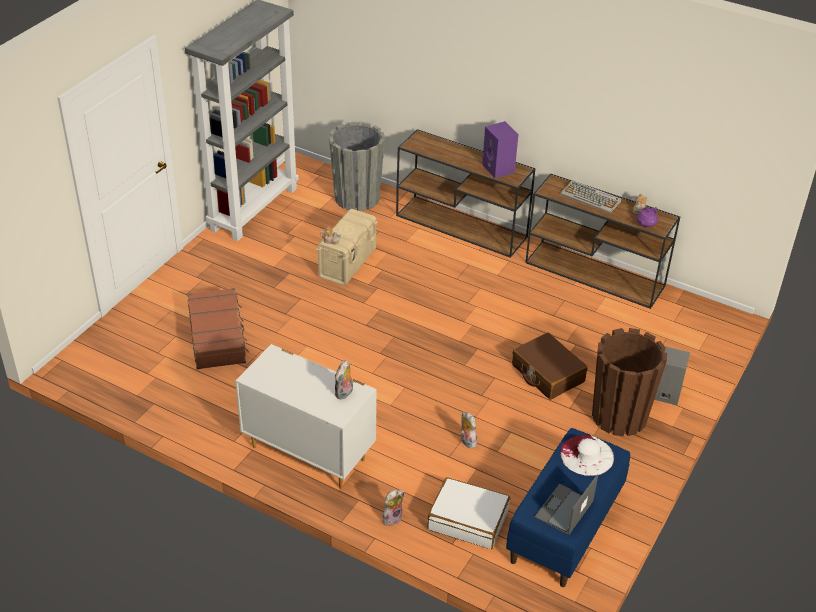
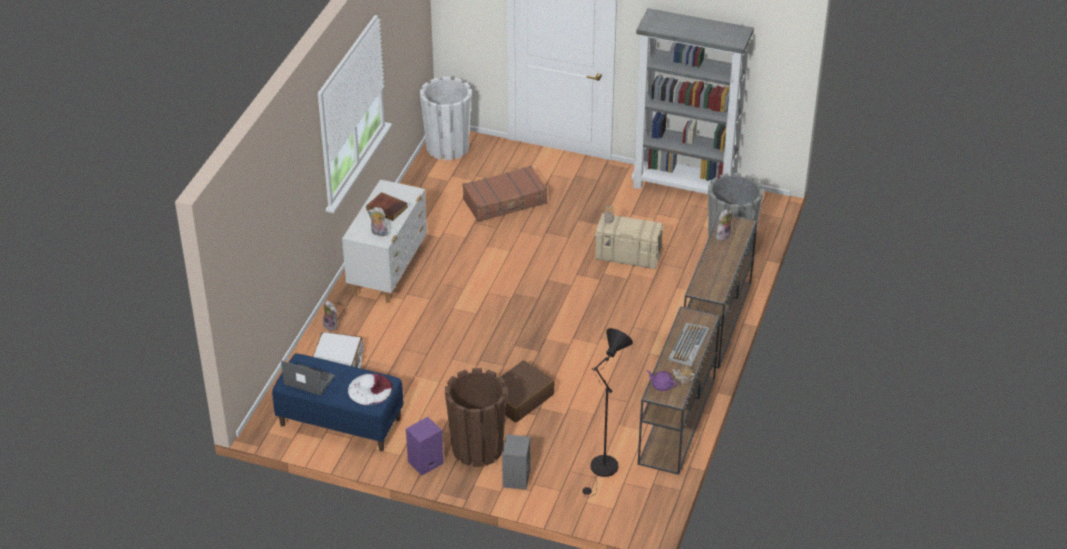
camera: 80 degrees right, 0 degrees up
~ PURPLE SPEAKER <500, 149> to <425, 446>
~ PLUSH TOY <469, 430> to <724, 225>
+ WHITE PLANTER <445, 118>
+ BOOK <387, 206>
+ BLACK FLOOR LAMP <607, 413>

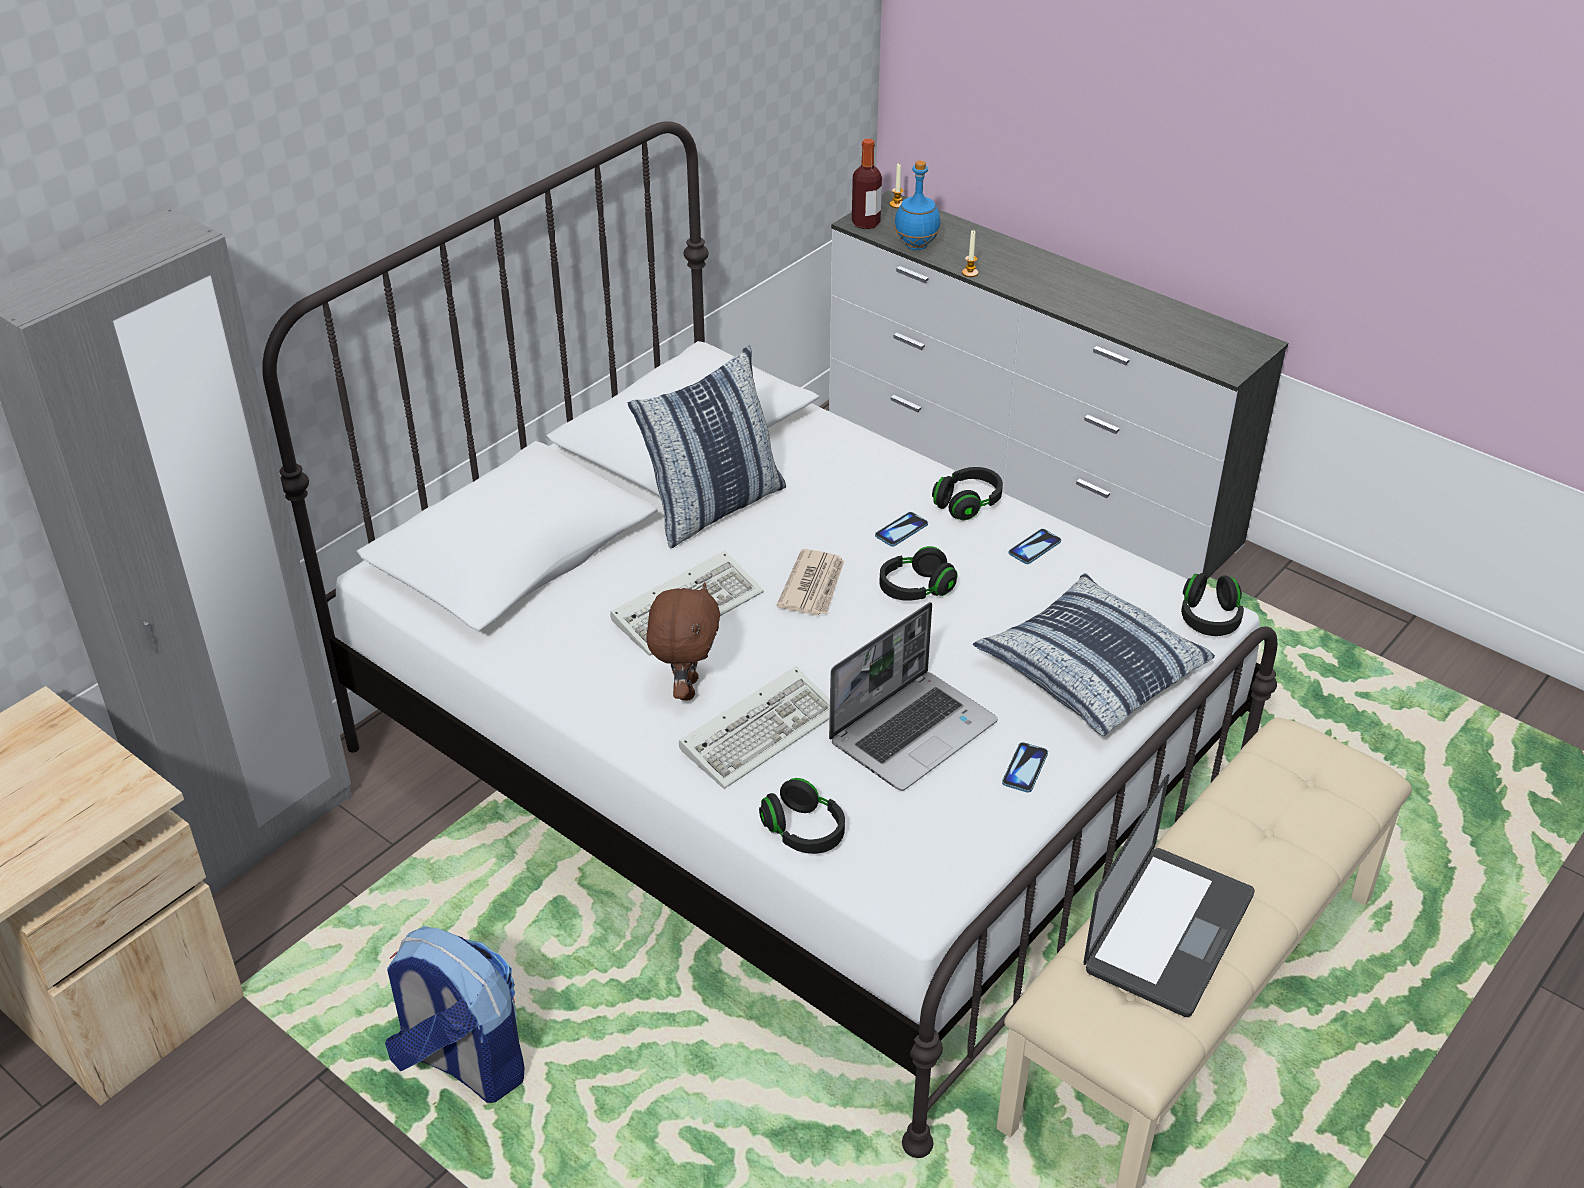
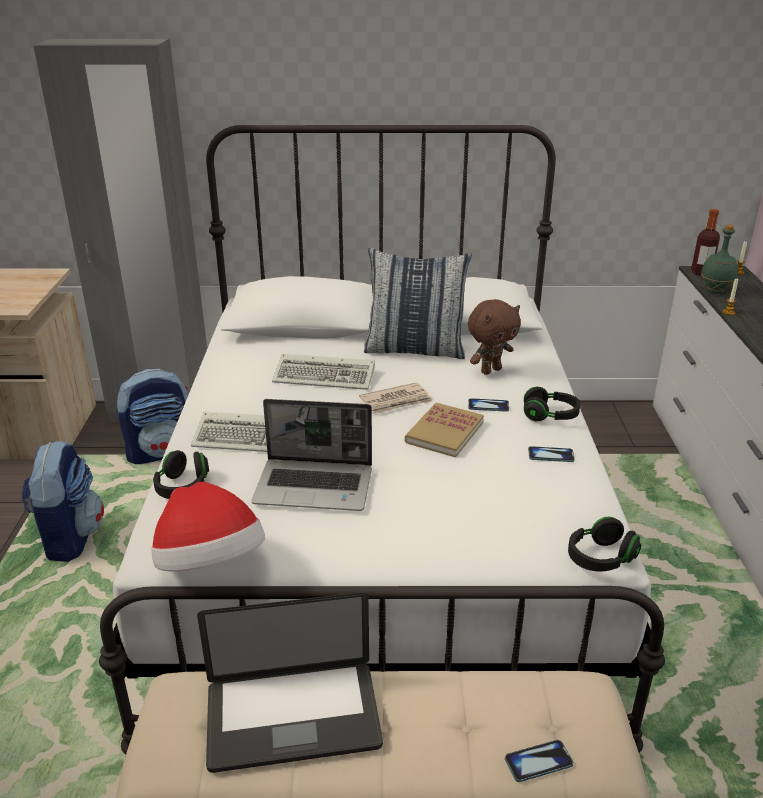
camera: 50 degrees right, 10 degrees down
~ BLUE BOTTLE <917, 205> to GREEN BOTTLE <719, 259>
~ BLACK HEADPHONES <918, 573> to BOOK <444, 430>
- PILLOW <1094, 654>
~ BROWN PLUSH TOY <683, 641> to <494, 337>
~ PHONE <1025, 767> to <539, 761>
+ BACKPACK <152, 416>
+ HAT <208, 527>

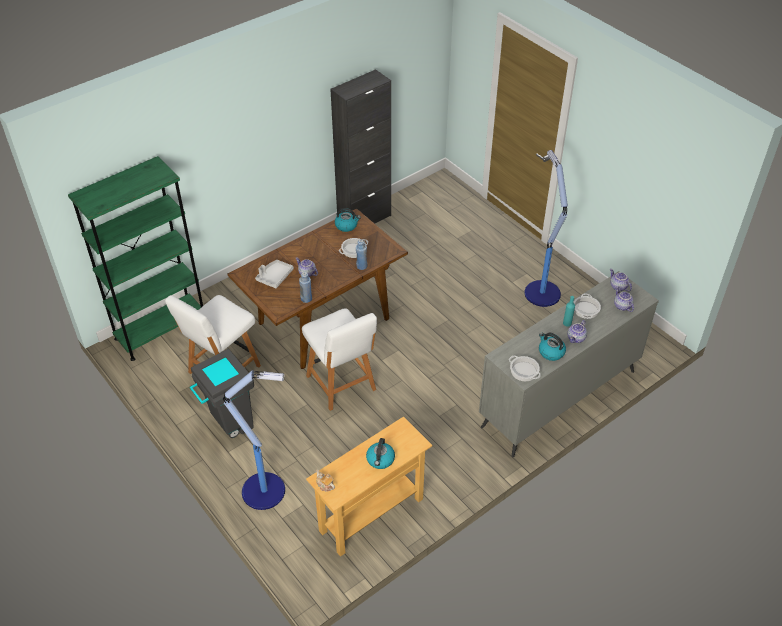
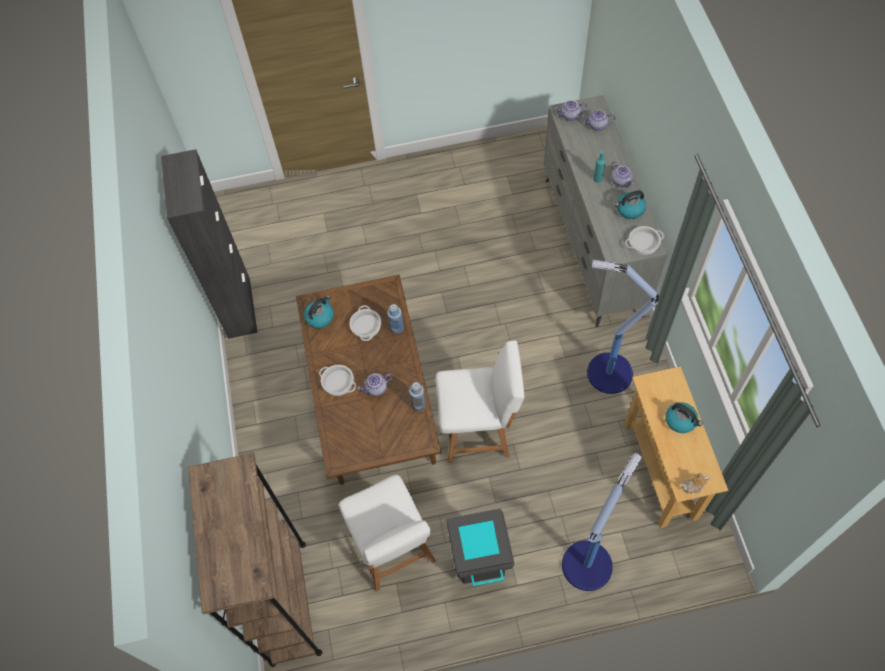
camera: 60 degrees left, 15 degrees up
~ FLOOR LAMP <546, 228> to <623, 327>
~ GREEN BOOKCASE <135, 258> to BROWN BOOKCASE <255, 560>
- GREY TRAY <274, 274>
~ COOKING POT <587, 306> to <337, 380>

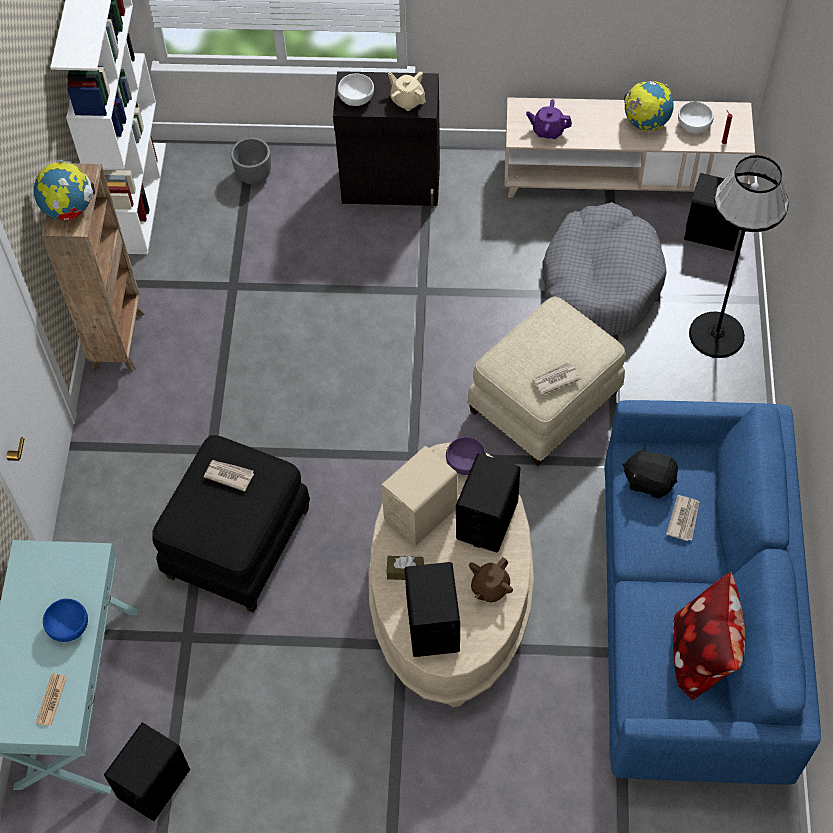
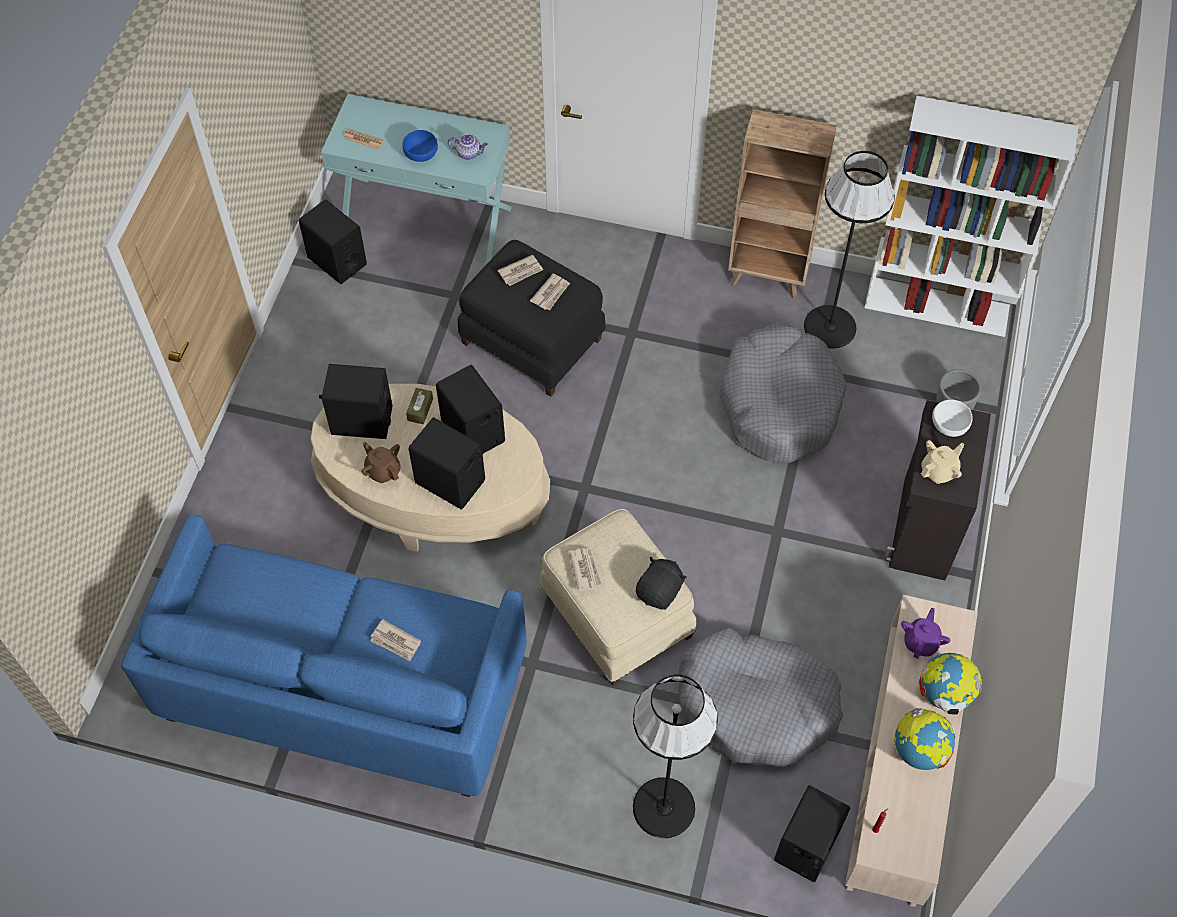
camera: 100 degrees right, 0 degrees up
- WHITE BOWL <696, 117>
~ GLOBE <64, 190> to <950, 684>
- PURPLE BOWL <466, 456>
~ BLACK PLUSH TOY <650, 471> to <661, 583>
~ BEIGE SPEAKER <419, 496> to BLACK SPEAKER <470, 409>
- PILLOW <709, 636>
+ TEAPOT <468, 147>
+ BLACK FLOOR LAMP <849, 250>
+ NEWSPAPER <520, 270>
+ GREY DOG BED <783, 393>

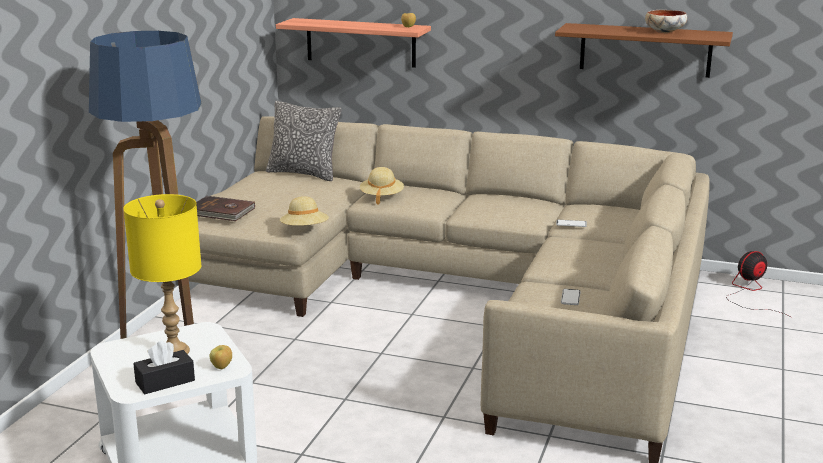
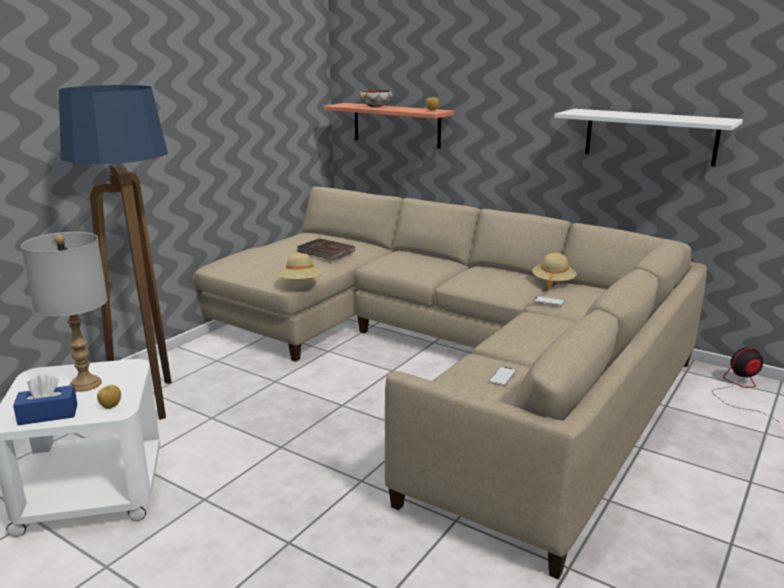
camera: 15 degrees right, 0 degrees up
~ BOWL <666, 21> to <375, 99>
~ BROWN SHELF <644, 50> to WHITE SHELF <648, 137>
- PILLOW <303, 141>
~ BEIGE HAT <382, 186> to <554, 271>
~ YELLOW TABLE LAMP <162, 274> to GREY TABLE LAMP <64, 312>
~ BROWN BOOK <225, 208> to <326, 249>
~ BLACK TISSUE BOX <164, 367> to BLUE TISSUE BOX <45, 399>

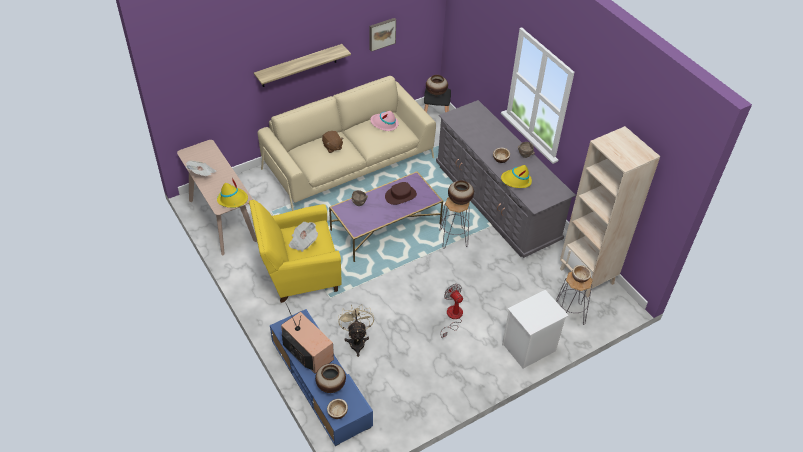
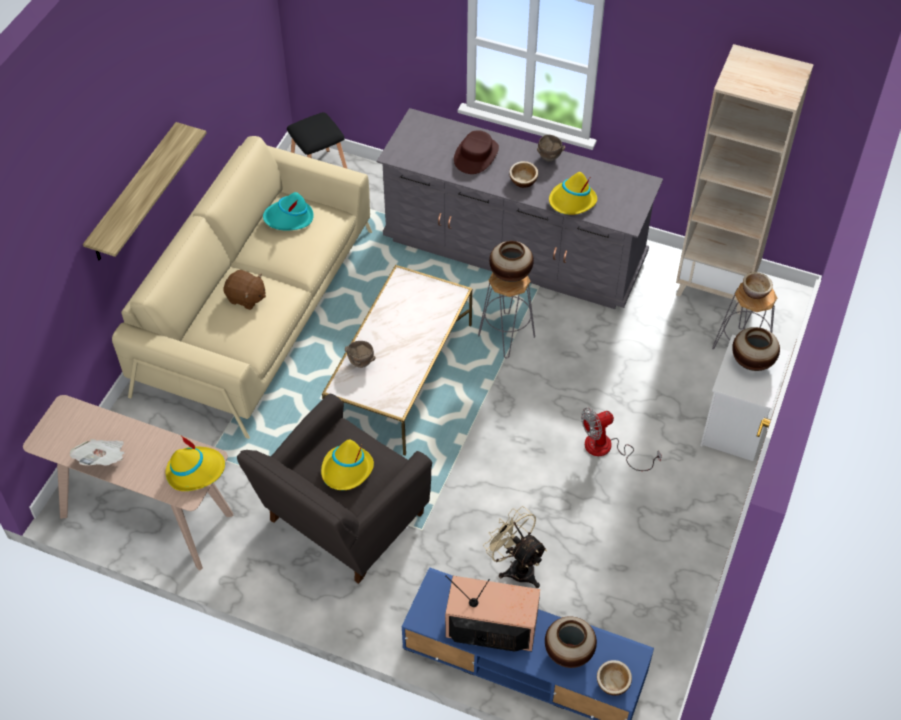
camera: 35 degrees left, 5 degrees up
- PICTURE <383, 35>
~ VASE <437, 85> to <756, 349>
~ PINK HAT <384, 121> to TURQUOISE HAT <288, 211>
~ PURPLE COFFEE TABLE <386, 216> to WHITE COFFEE TABLE <397, 360>
~ BROWN HAT <401, 193> to <476, 152>
~ YELLOW ARMCHAIR <295, 251> to GREY ARMCHAIR <334, 488>
~ NEWSPAPER <303, 237> to YELLOW HAT <347, 464>
~ FAN <452, 311> = <621, 439> 45 degrees counterclockwise

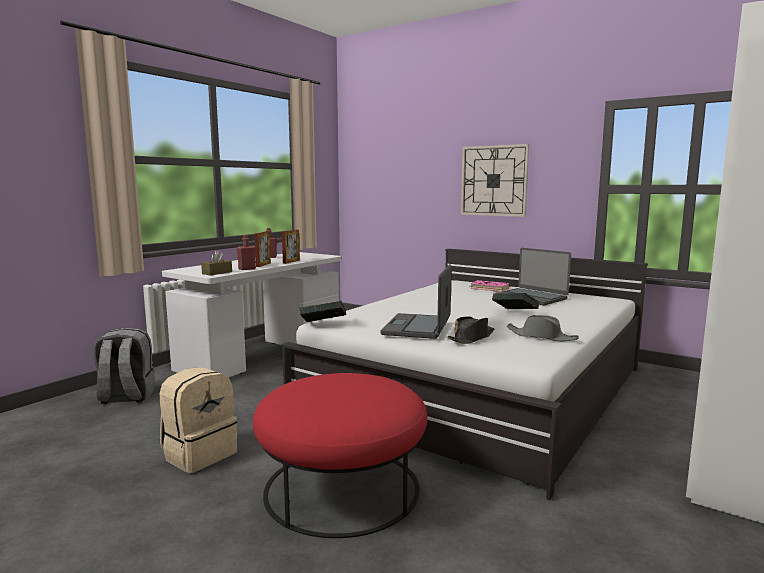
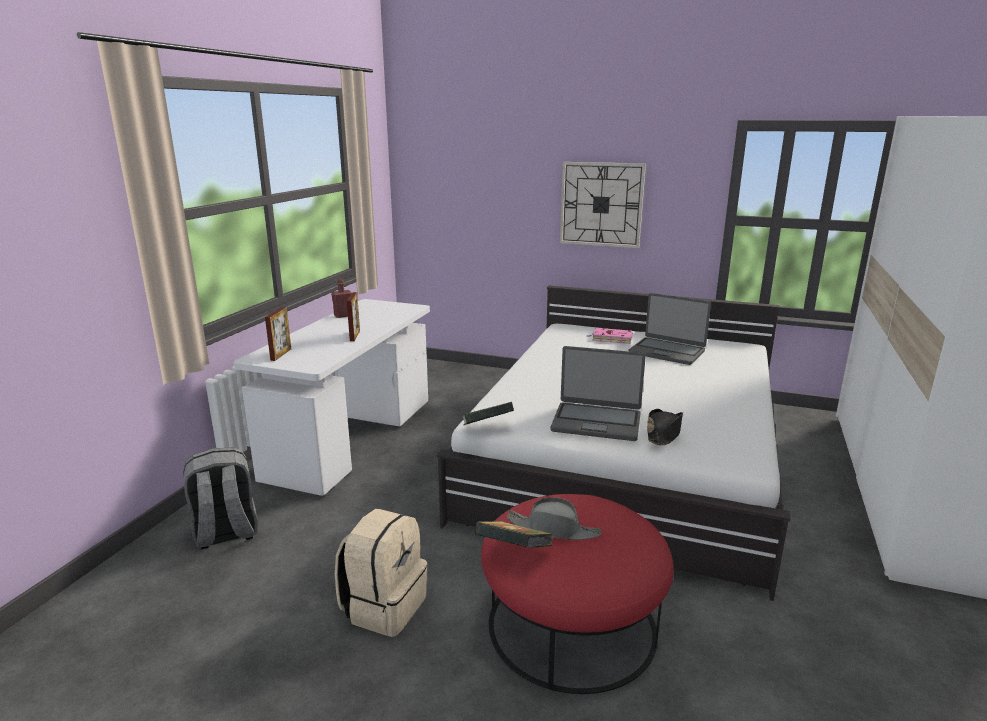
camera: 15 degrees left, 10 degrees up
~ PICTURE FRAME <291, 247> to <278, 334>
- RED BOTTLE <246, 252>
- BROWN TISSUE BOX <216, 263>
~ LAPTOP <416, 301> = <598, 393> 75 degrees counterclockwise
~ BOOK <516, 301> to <514, 534>
~ GREY HAT <543, 328> to <554, 518>

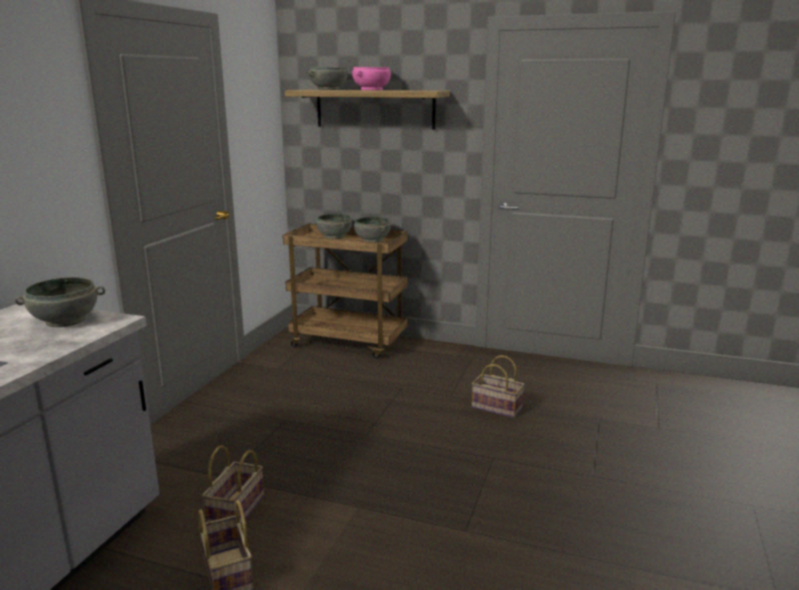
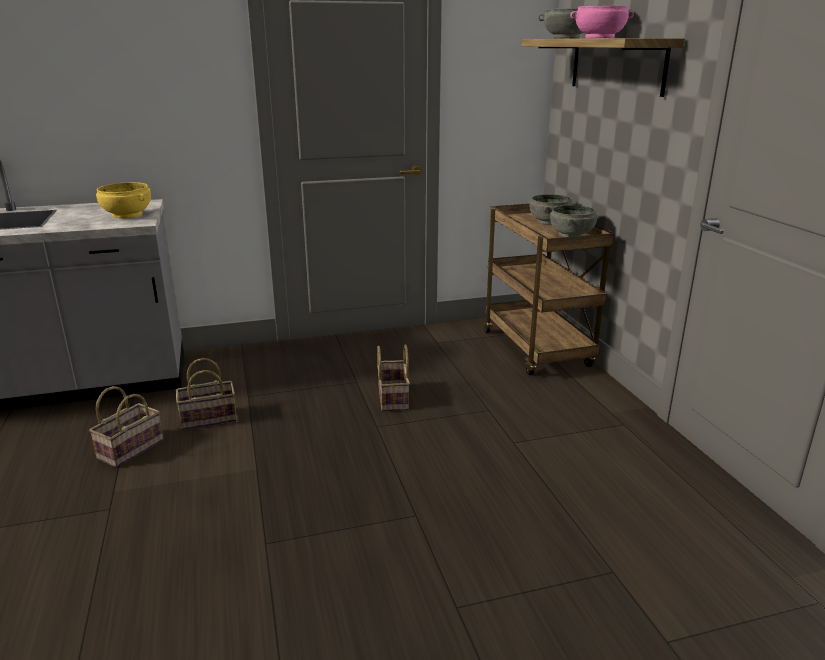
camera: 55 degrees right, 5 degrees up
~ GREY BOWL <60, 302> to YELLOW BOWL <123, 200>
~ BASKET <498, 386> to <393, 377>

